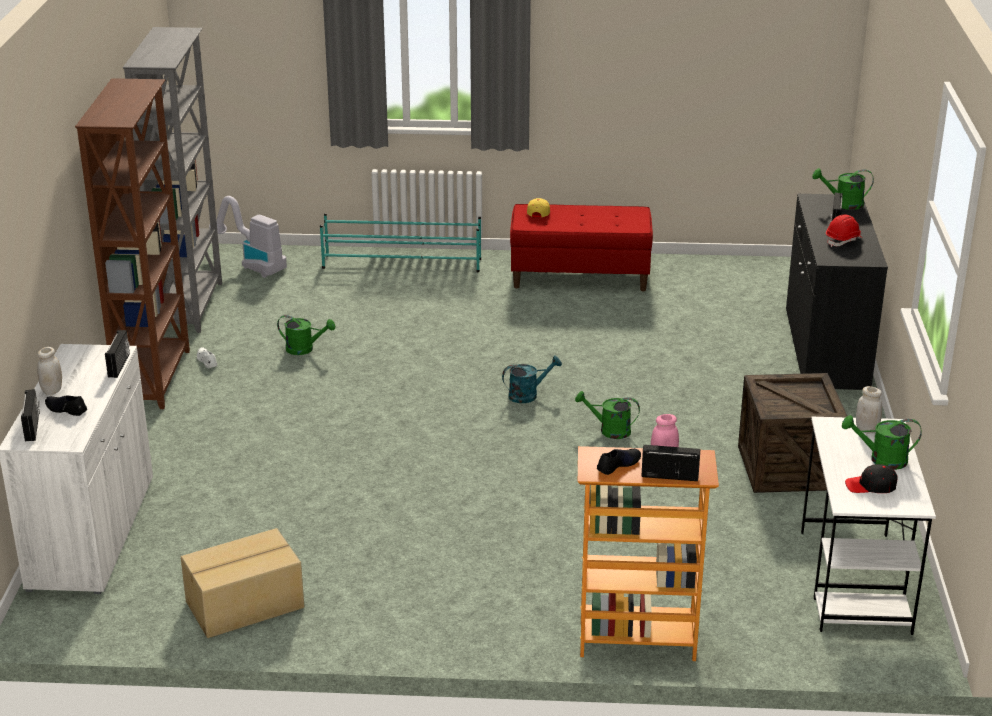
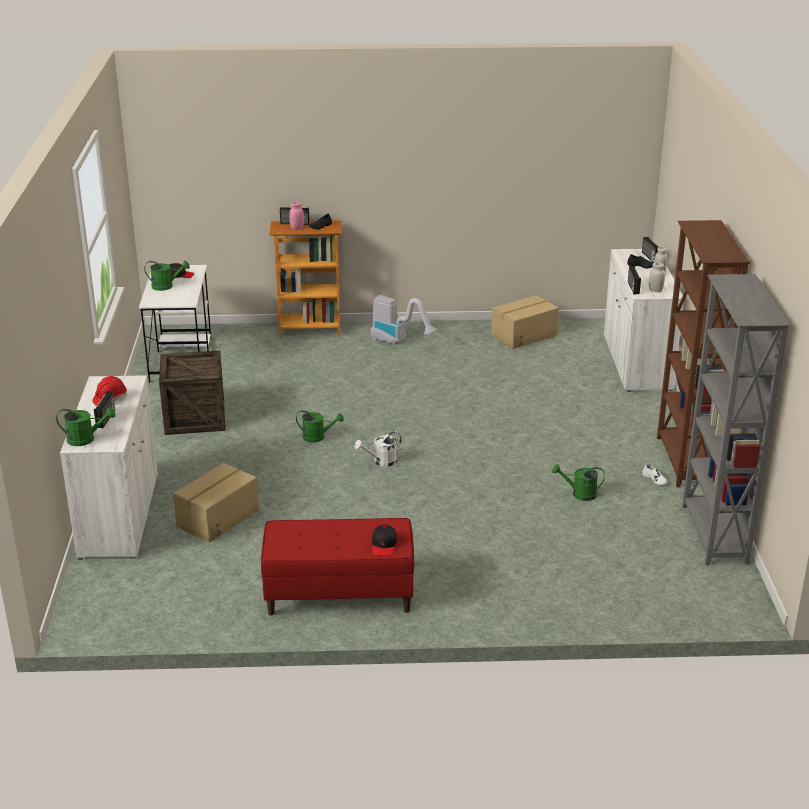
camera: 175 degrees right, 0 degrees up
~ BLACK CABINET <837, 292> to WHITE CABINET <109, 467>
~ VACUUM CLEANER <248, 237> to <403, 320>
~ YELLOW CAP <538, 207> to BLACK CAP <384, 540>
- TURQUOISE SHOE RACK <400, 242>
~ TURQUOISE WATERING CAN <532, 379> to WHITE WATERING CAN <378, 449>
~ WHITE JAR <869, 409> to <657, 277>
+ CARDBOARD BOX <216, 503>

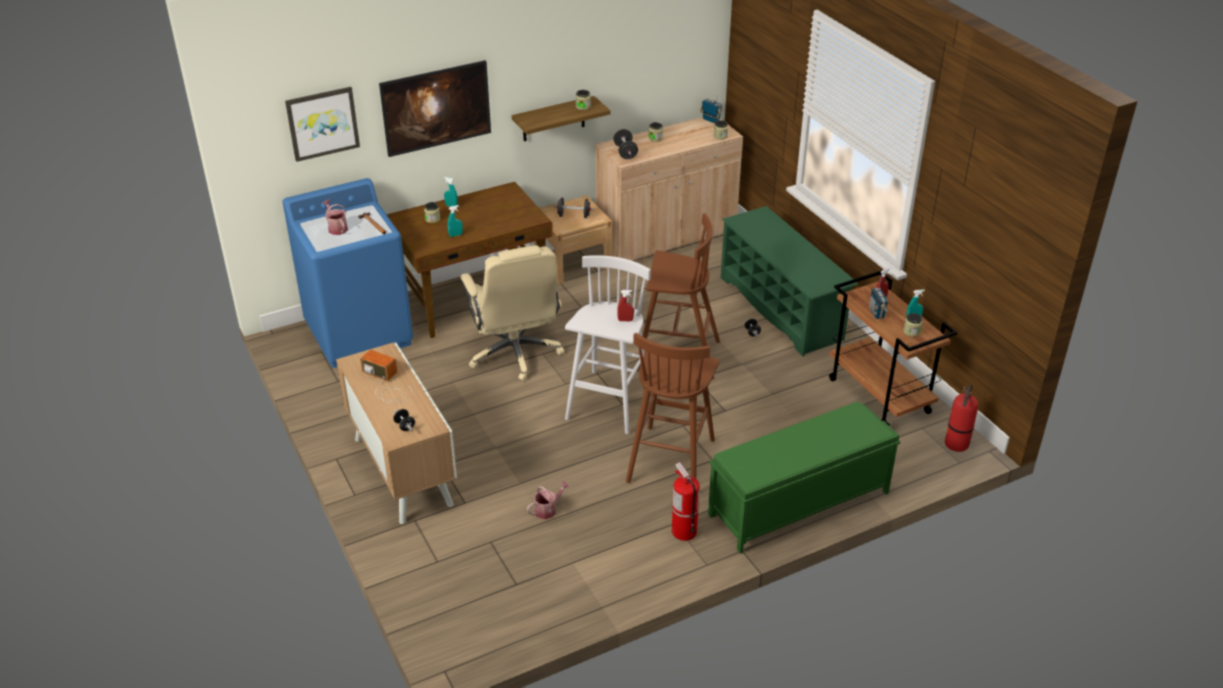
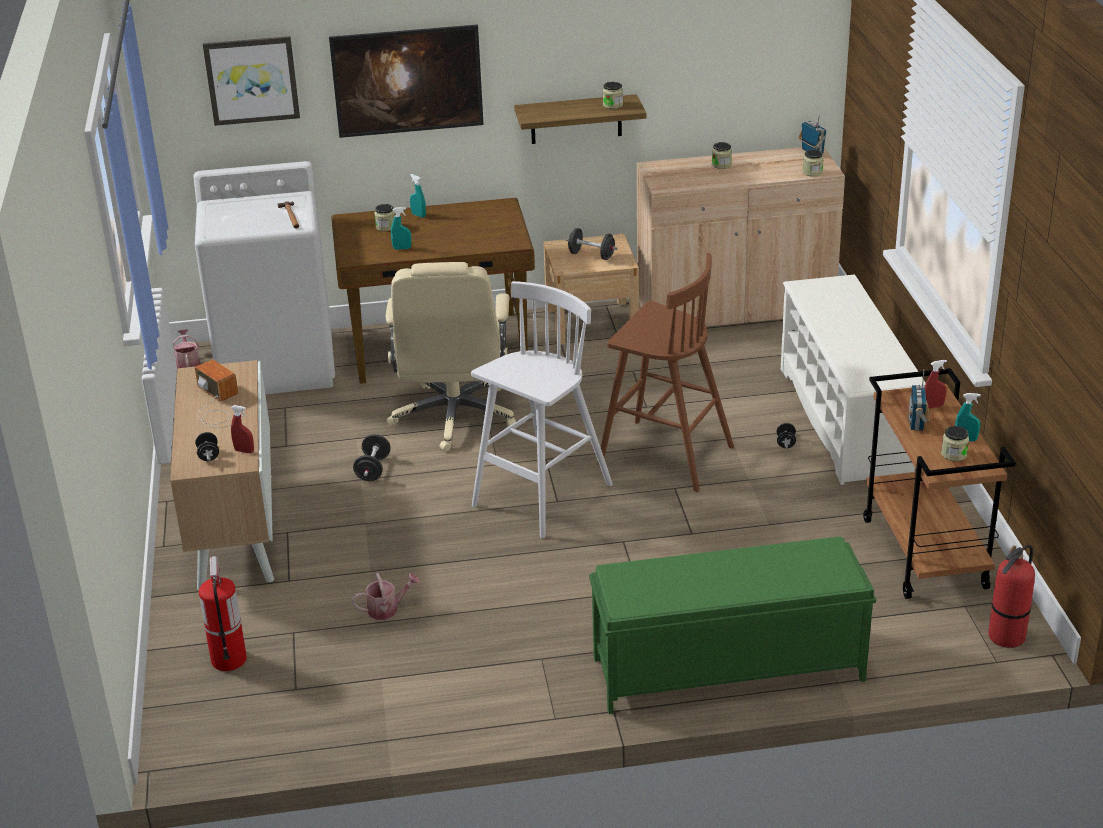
camera: 20 degrees right, 5 degrees down
~ BLACK DUMBBELL <625, 144> to <372, 457>
~ BLUE WASHING MACHINE <347, 273> to WHITE WASHING MACHINE <264, 277>
~ WATERING CAN <335, 217> to <187, 349>
~ GREEN SHOE RACK <789, 281> to WHITE SHOE RACK <853, 379>
~ RED SPRAY BOTTLE <625, 305> to <242, 429>
- BROWN STOOL <673, 408>
~ FIRE EXTINGUISHER <686, 501> to <223, 613>

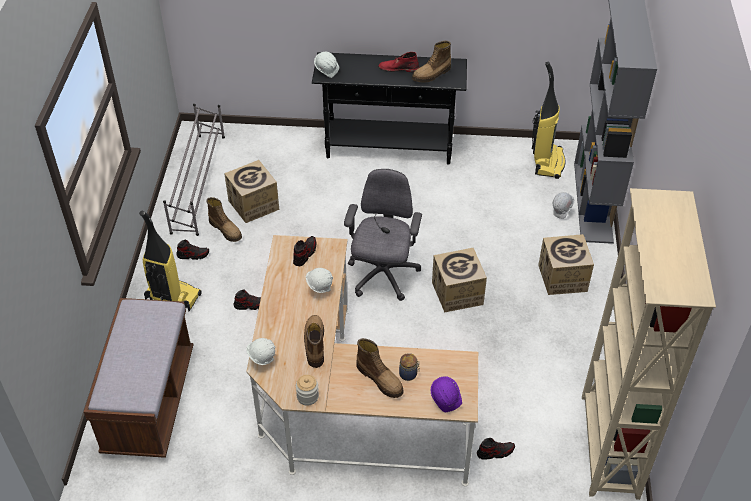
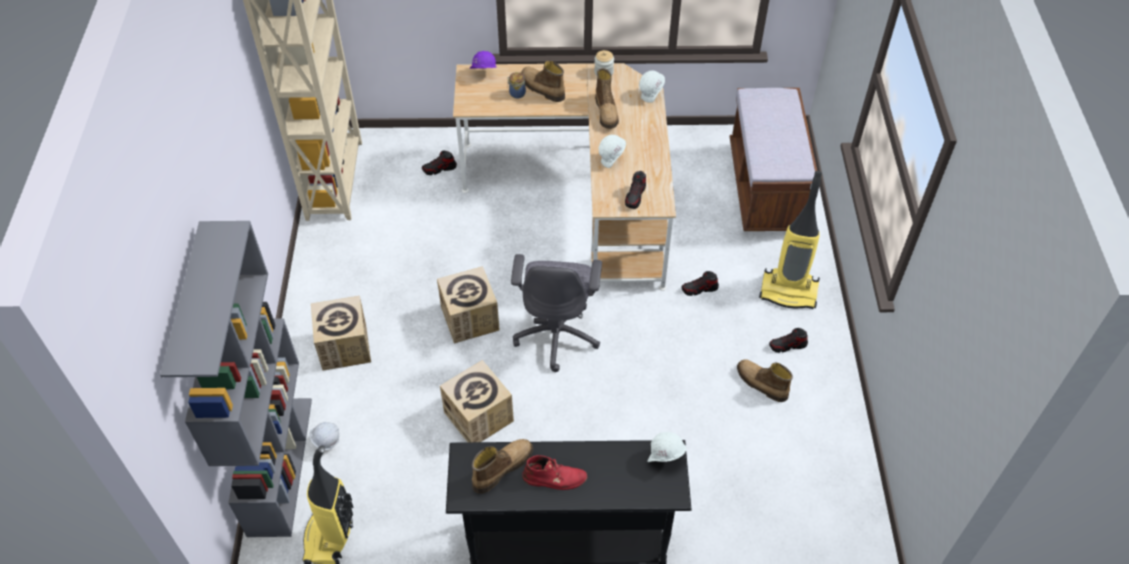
camera: 175 degrees right, 5 degrees up
- GREY SHOE RACK <194, 170>
~ CARDBOARD BOX <251, 191> to <477, 401>

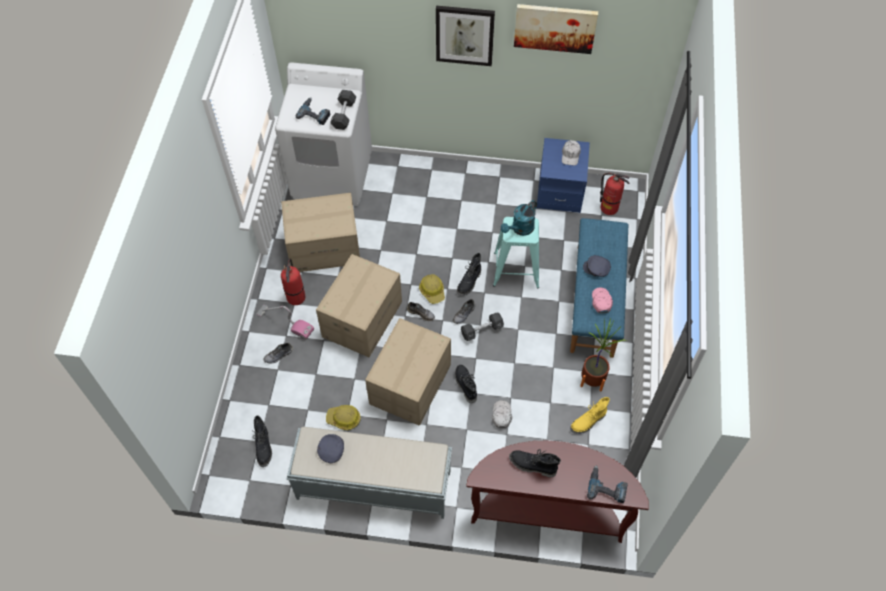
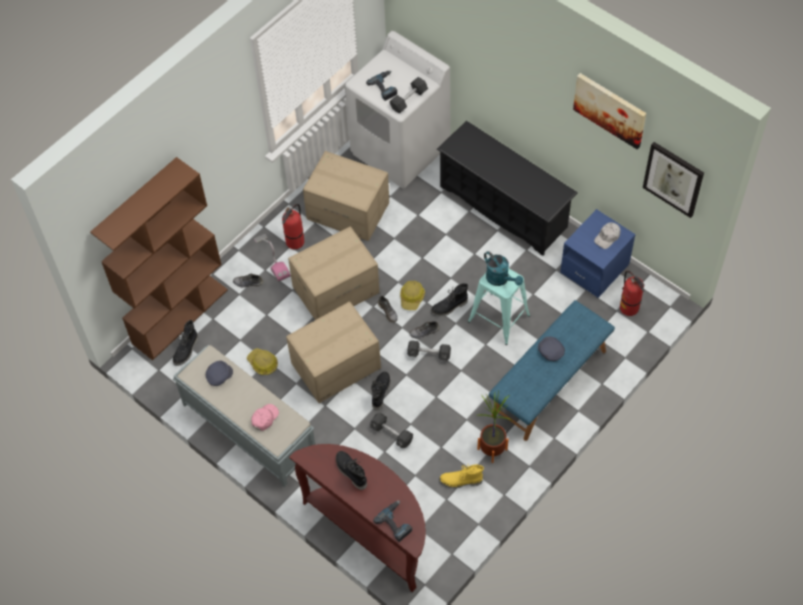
camera: 35 degrees right, 0 degrees up
~ PICTURE <465, 36> to <673, 180>
~ TURQUOISE WATERING CAN <519, 218> = <503, 268> 120 degrees counterclockwise
~ PINK CAP <602, 300> to <265, 417>
~ WHITE CAP <502, 414> to BLACK DUMBBELL <391, 430>
+ BLACK SHOE RACK <507, 188>
+ BROWN BOOKCASE <159, 259>

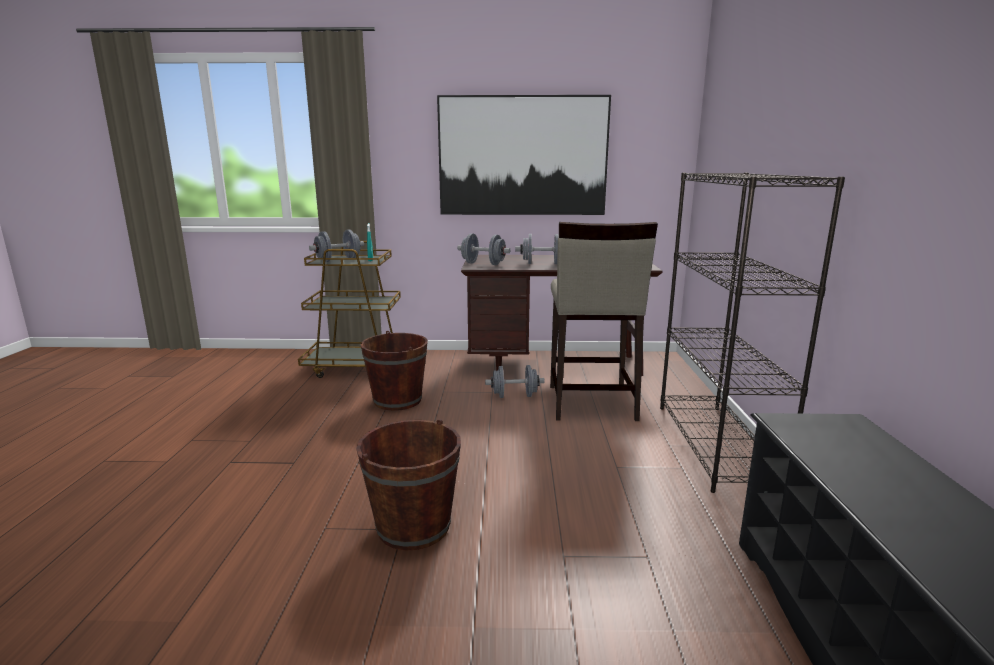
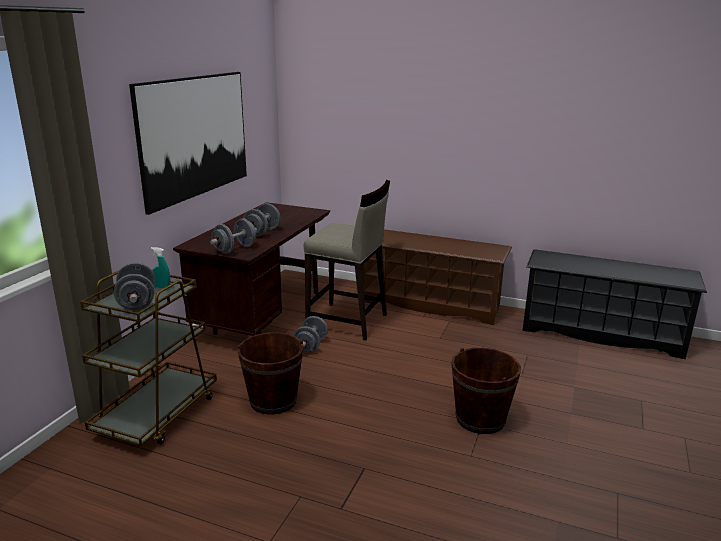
camera: 70 degrees left, 5 degrees up
~ BLACK BOOKCASE <752, 333> to BROWN SHOE RACK <437, 277>

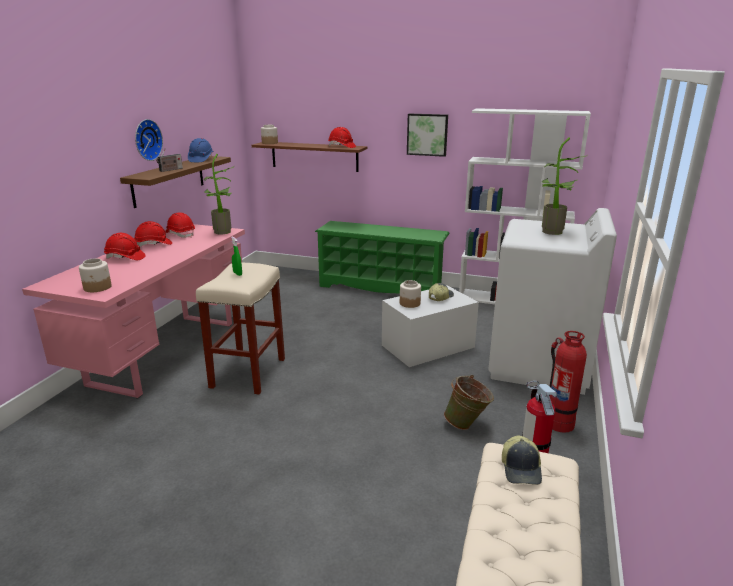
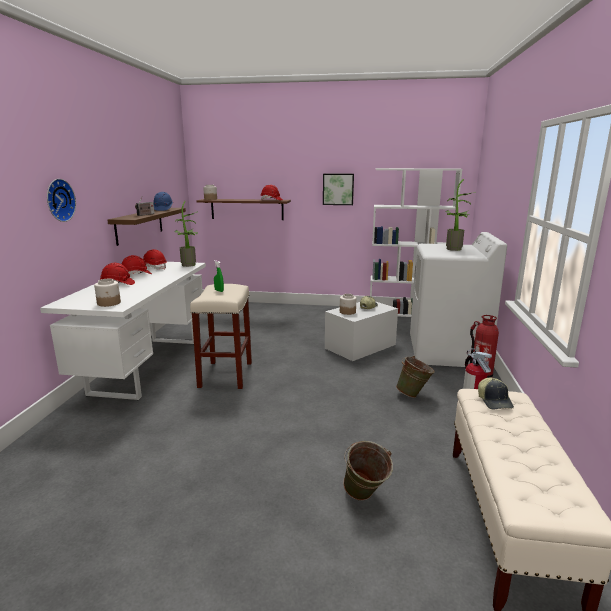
camera: 10 degrees left, 5 degrees down
~ WALL CLOCK <149, 140> to <61, 200>
- GREEN SHOE RACK <382, 257>
~ PINK DESK <133, 311> to WHITE DESK <123, 331>
+ GREEN BUCKET <368, 471>

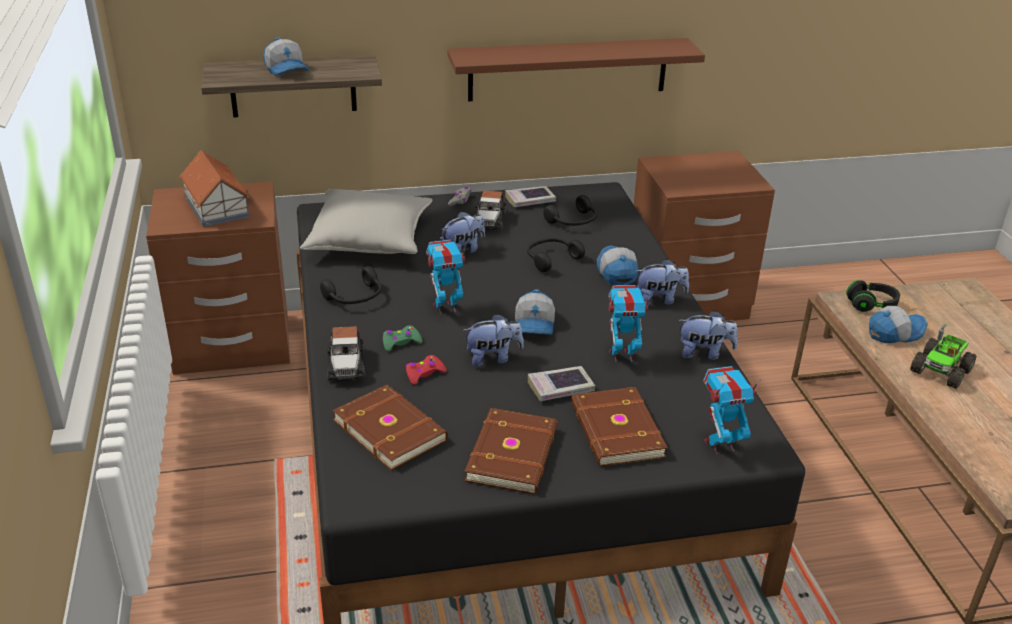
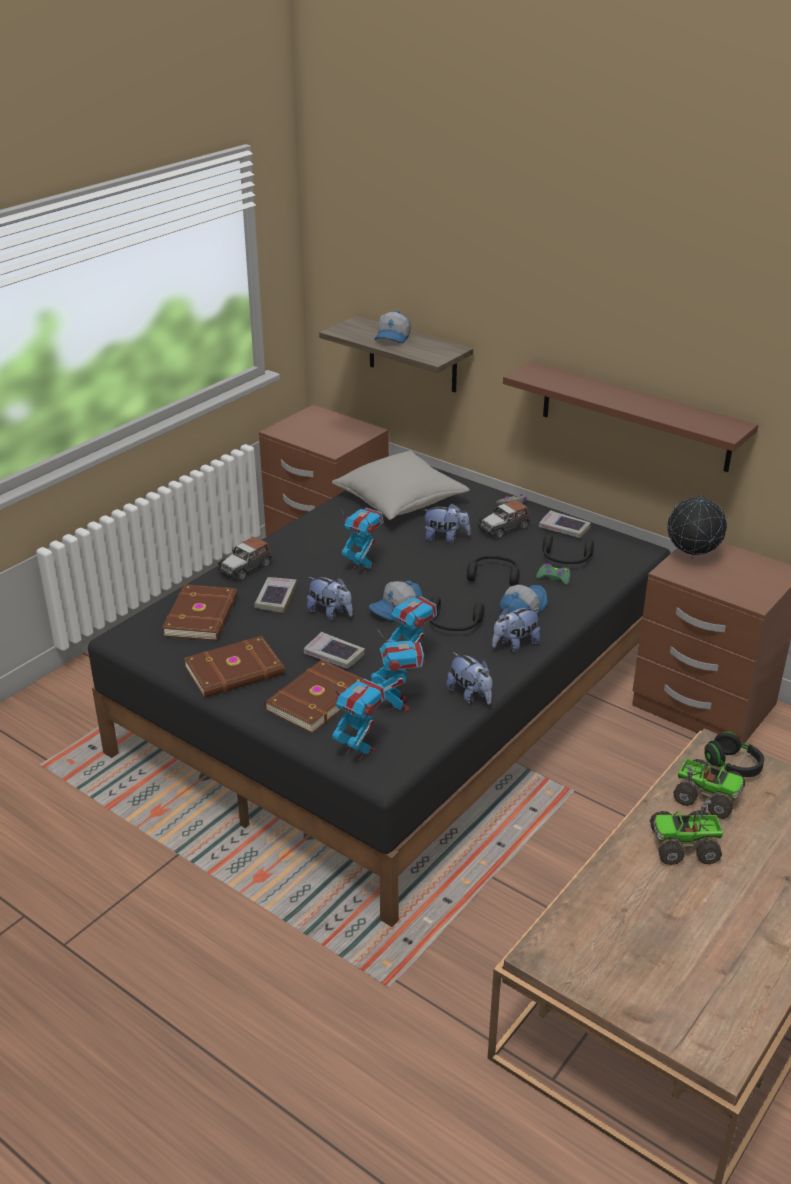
camera: 50 degrees right, 0 degrees up
- TOY HOUSE <214, 188>
~ PLUSH TOY <662, 282> = <516, 629> 105 degrees clockwise
~ BLACK HEADPHONES <351, 285> to <456, 614>
~ CAP <898, 324> to TOY TRUCK <709, 788>
~ GREEN GAME CONTROLLER <403, 338> to <553, 574>
~ RED GAME CONTROLLER <426, 370> to BOOK <275, 595>
+ GLOBE <697, 526>
+ TOY ROBOT <397, 670>

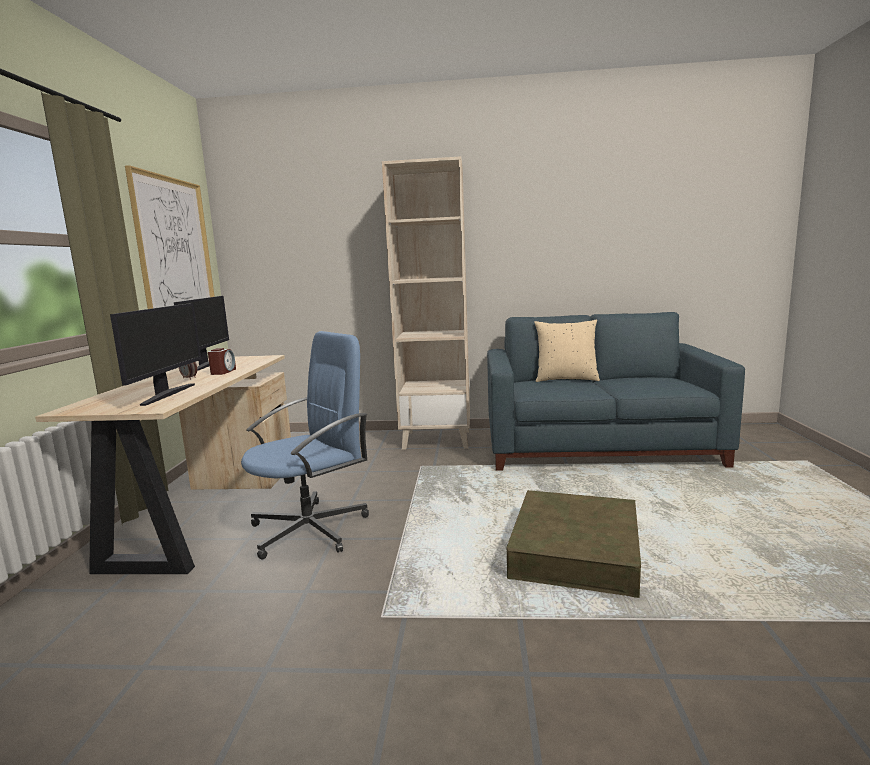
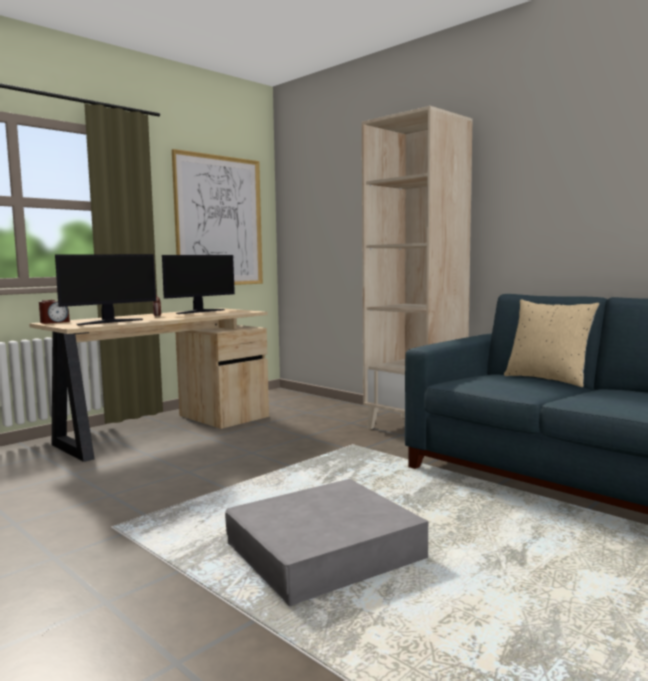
camera: 40 degrees right, 5 degrees down
- BLUE OFFICE CHAIR <305, 445>
~ ALARM CLOCK <222, 361> to <54, 312>
~ BROWN STORAGE BOX <573, 544> to GREY STORAGE BOX <327, 542>

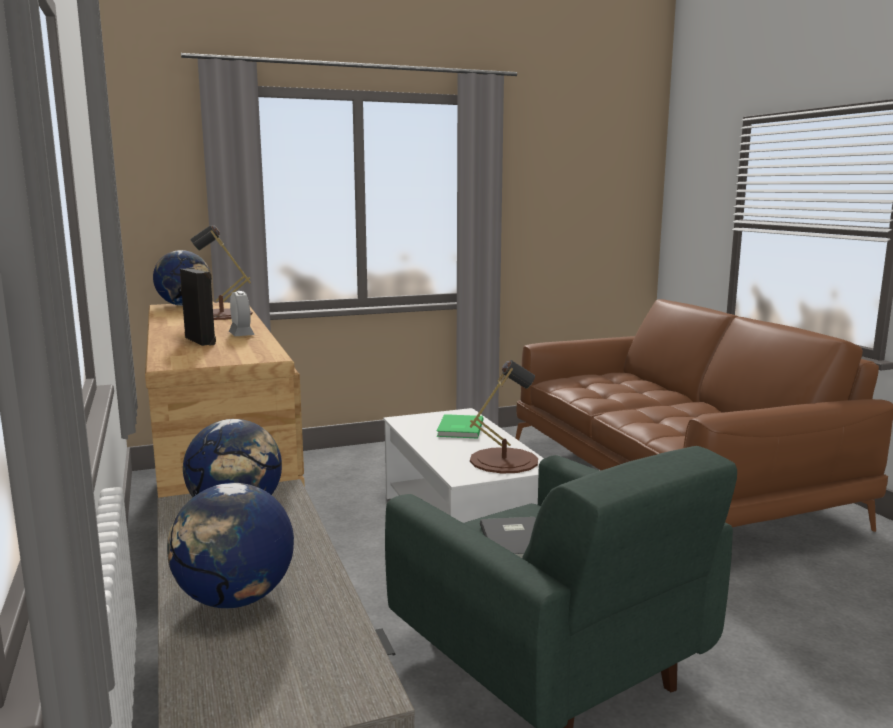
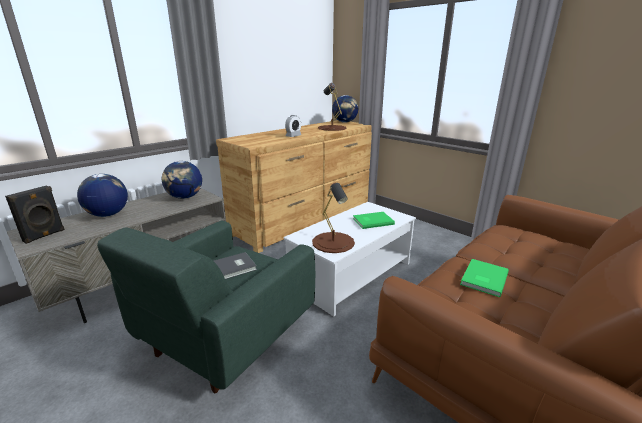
camera: 65 degrees right, 10 degrees up
~ BLACK SPEAKER <198, 307> to <35, 215>
+ GREEN BOOK <484, 278>

